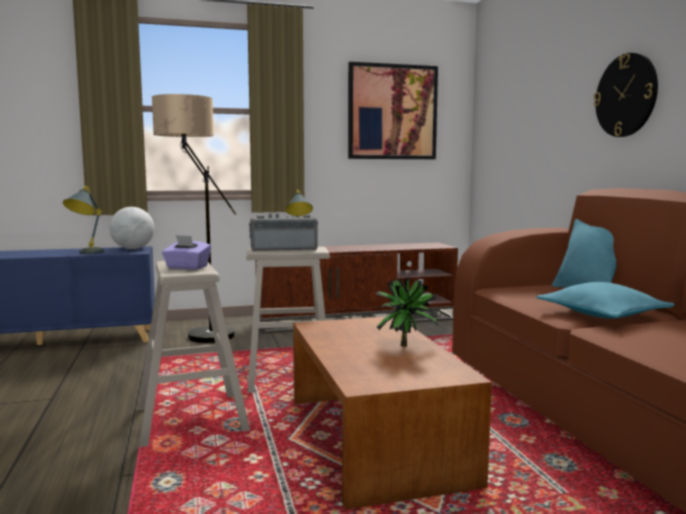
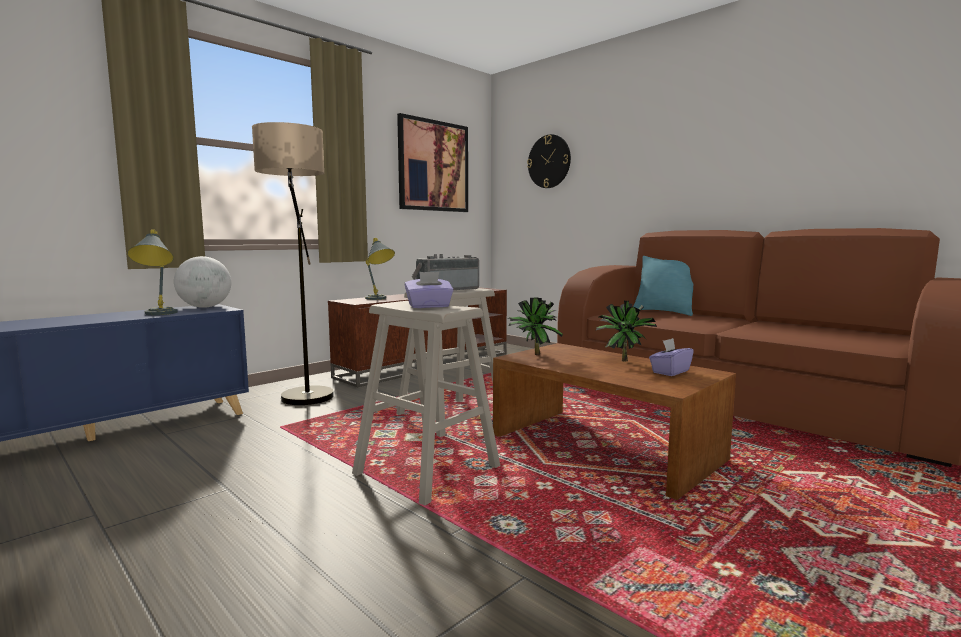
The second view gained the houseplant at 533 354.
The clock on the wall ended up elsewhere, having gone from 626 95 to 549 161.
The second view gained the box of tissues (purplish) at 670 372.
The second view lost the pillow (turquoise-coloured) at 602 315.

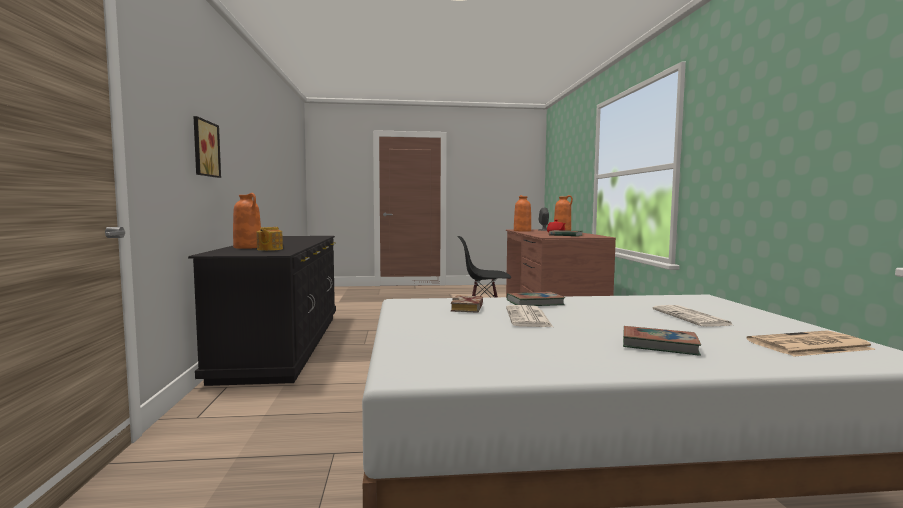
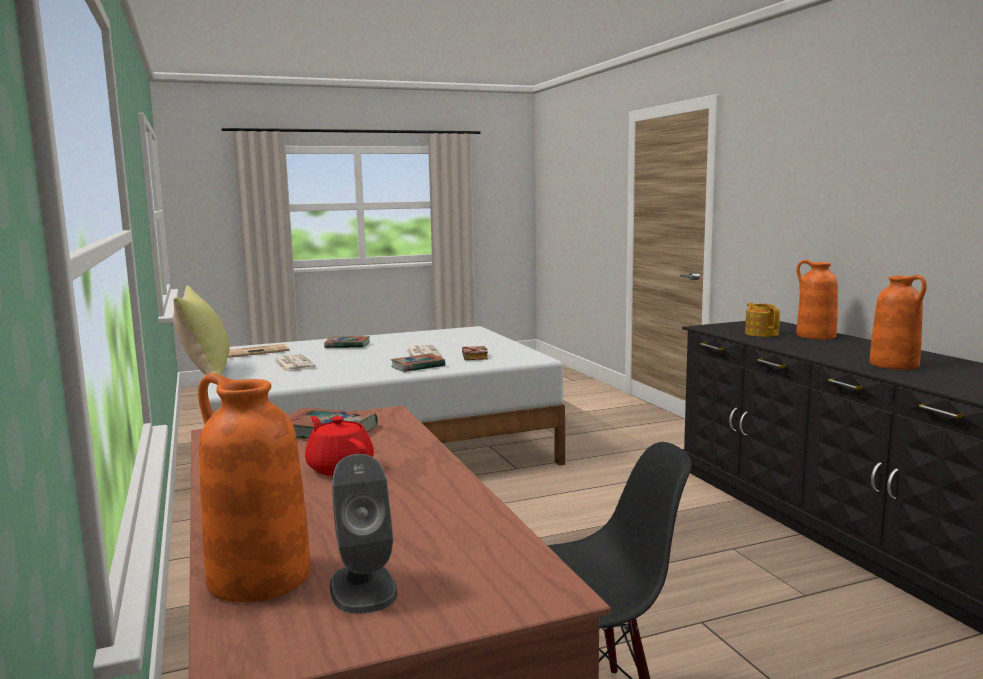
The second view gained the pillow (yellow) at 206 372.
The decorative vase (orangey) ended up elsewhere, having gone from 522 231 to 895 365.
The second view lost the picture at 203 148.

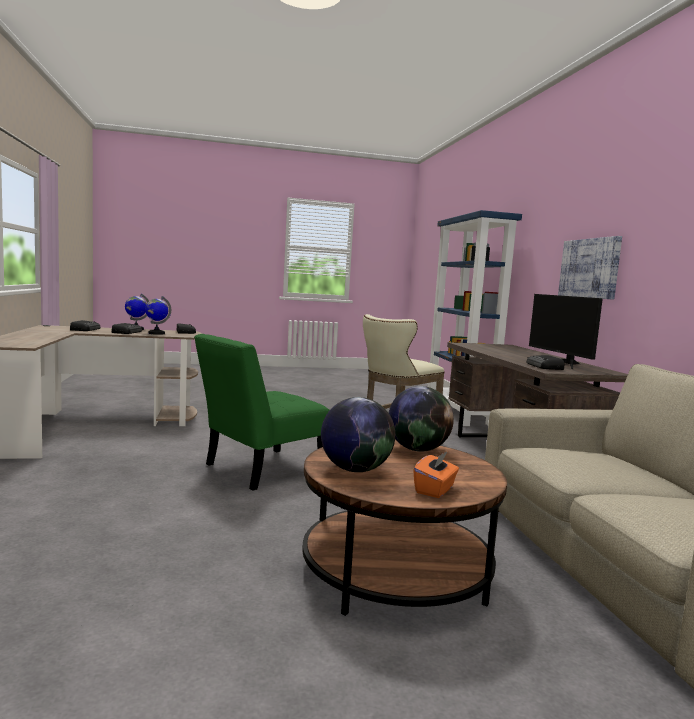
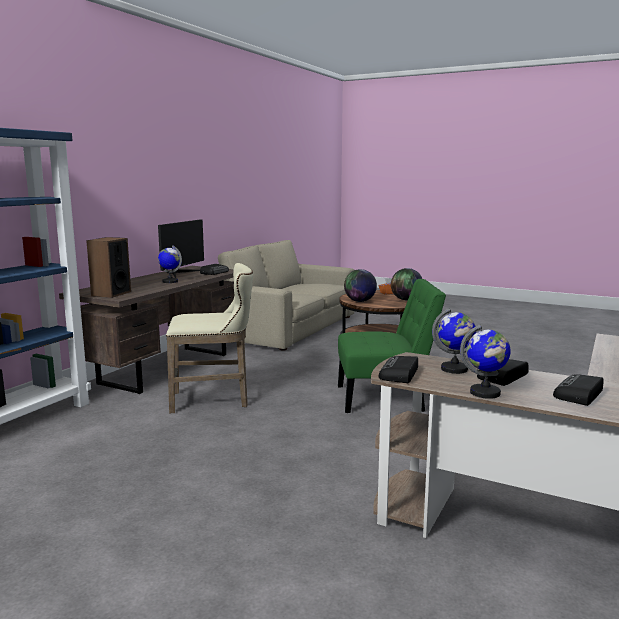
The second view gained the speaker at 111 293.
The second view gained the desk globe at 170 281.
The second view lost the picture at 589 268.

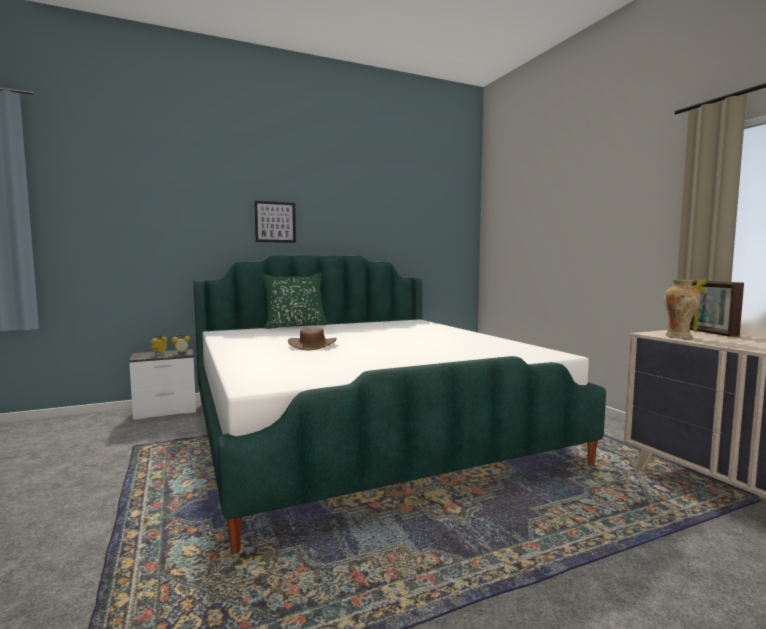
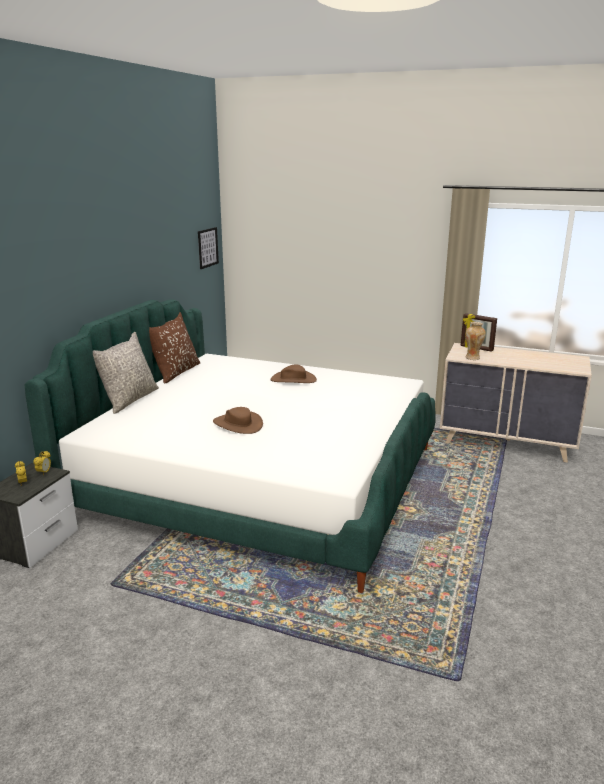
What was the pillow (greenish) at 295 326 turned into the pillow (gray) at 129 400.
The second view gained the pillow (brown) at 175 372.
The picture ended up elsewhere, having gone from 275 222 to 207 247.
The second view gained the wearable hat (brown) at 293 379.

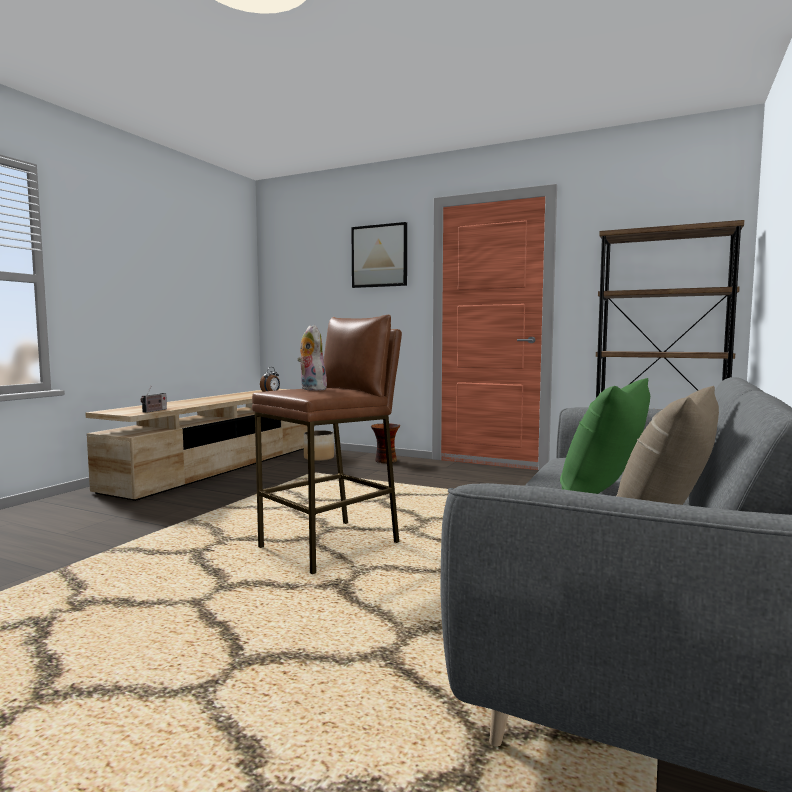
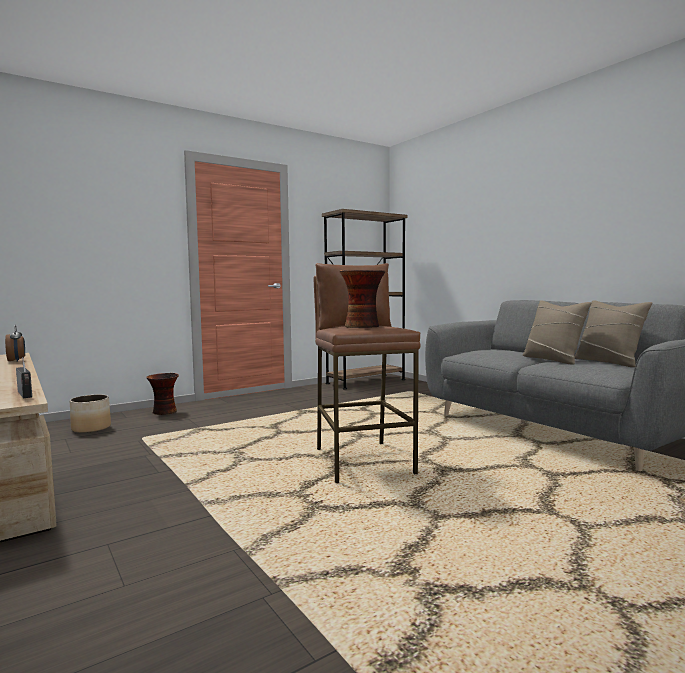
Where the plush toy stood at 311 389, the decorative vase came to stand at 363 326.
What was the pillow (greenish) at 602 494 turned into the pillow (beige-coloured) at 553 359.
The second view lost the picture at 379 256.

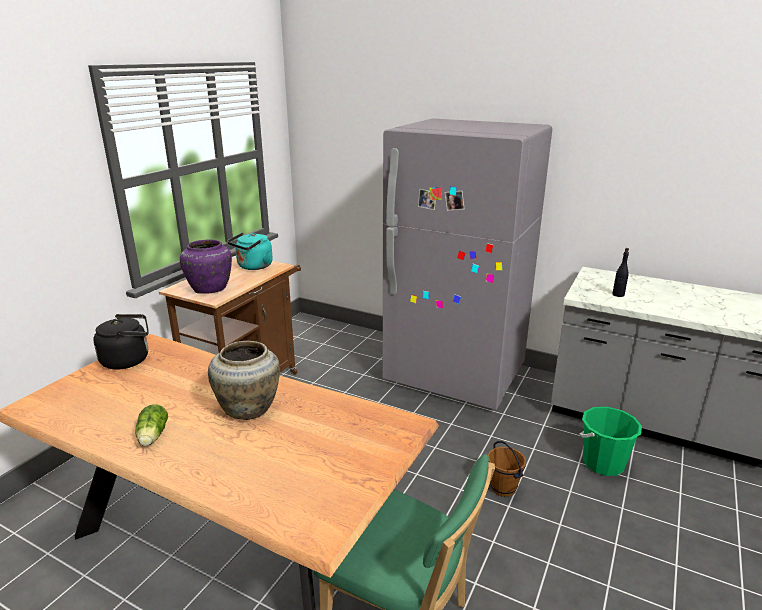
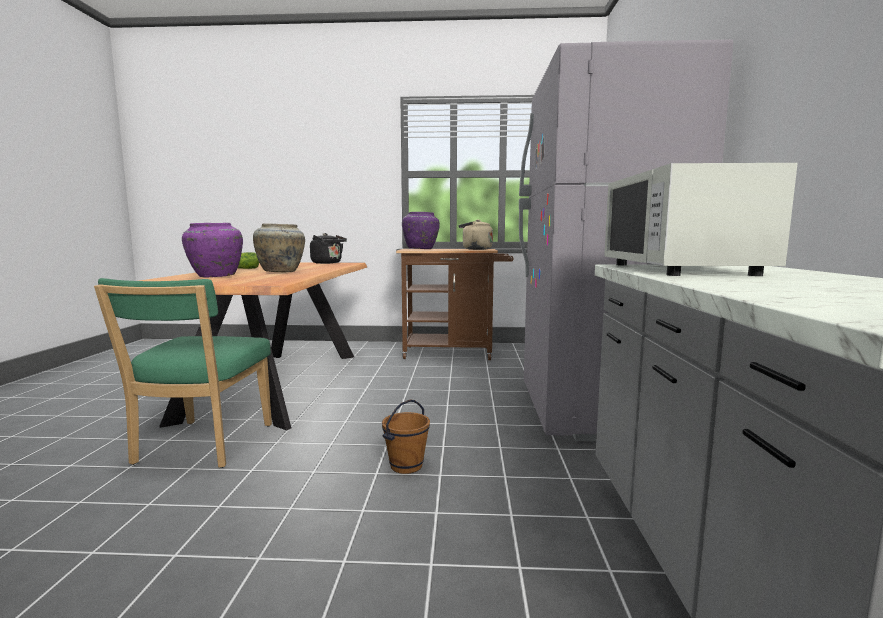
The second view gained the decorative vase (purplish) at 215 276.
What was the water kettle (turquoise-coloured) at 253 267 turned into the water kettle (beige-coloured) at 475 249.
Where the bottle (black-coloured) stood at 618 295, the kitchen microwave (white-coloured) came to stand at 680 269.
The second view lost the water bucket (greenish) at 603 463.

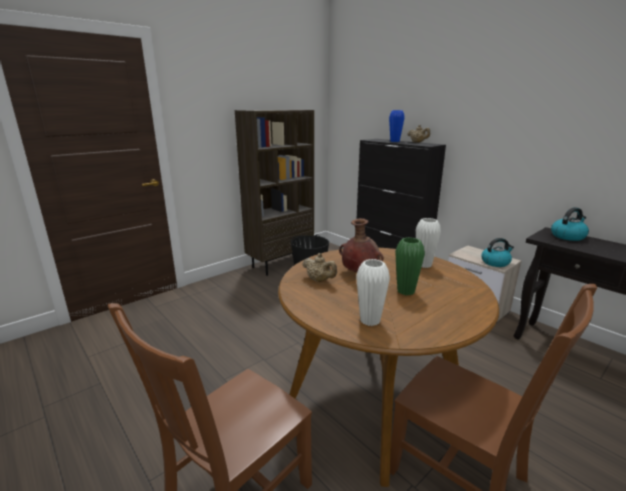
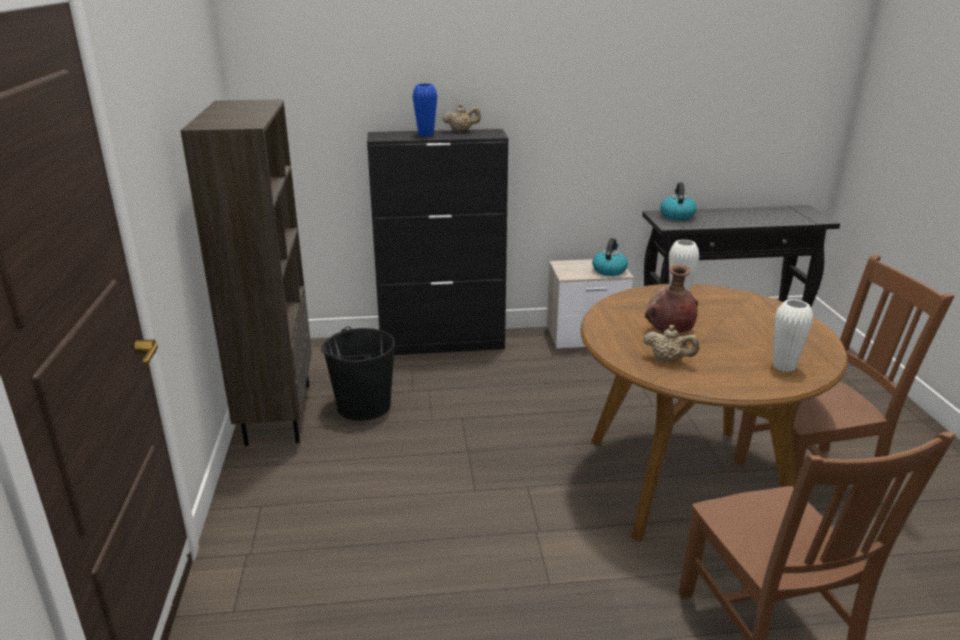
The tea pot (beige-coloured) at 319 280 ended up facing another way, 45 degrees clockwise from before.
The second view lost the decorative vase (greenish) at 406 291.

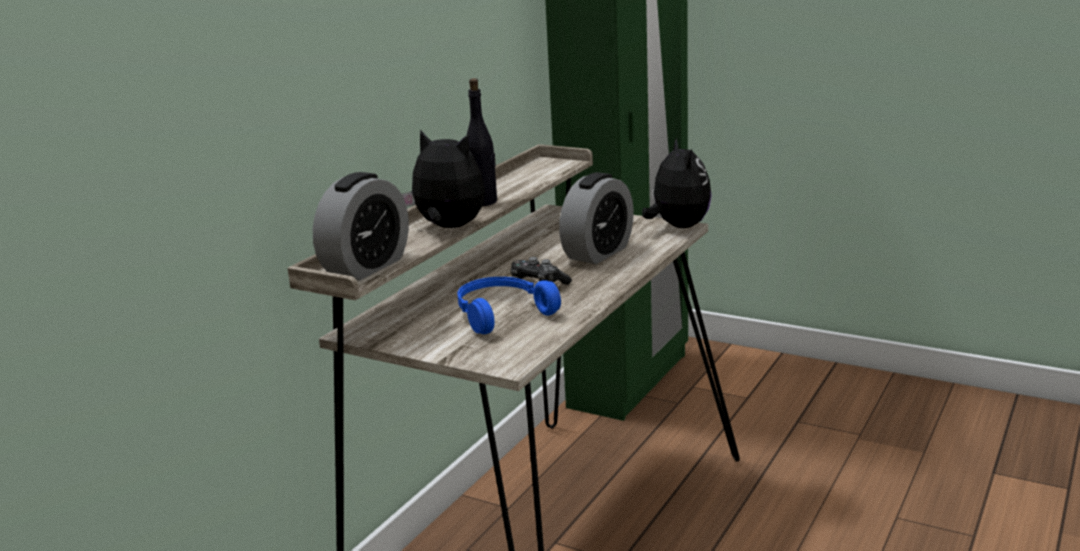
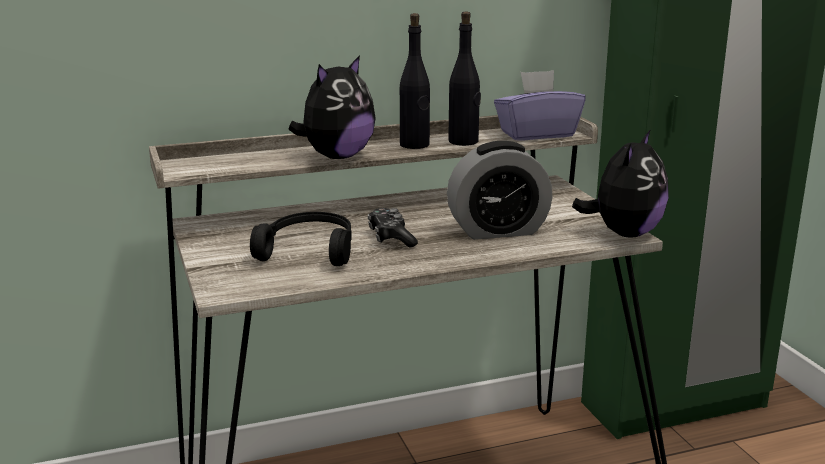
What was the headphones (blue-coloured) at 500 314 turned into the headphones (black-coloured) at 310 250.
The plush toy at 448 228 ended up facing another way, 60 degrees clockwise from before.
The second view gained the bottle (black-coloured) at 463 142.
The second view gained the box of tissues (purplish) at 537 134.
The second view lost the alarm clock at 366 267.

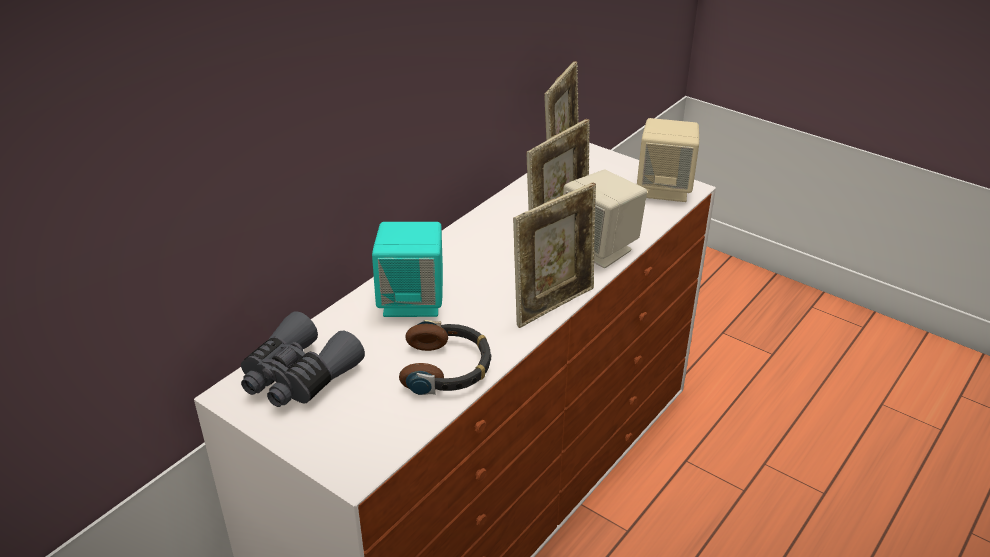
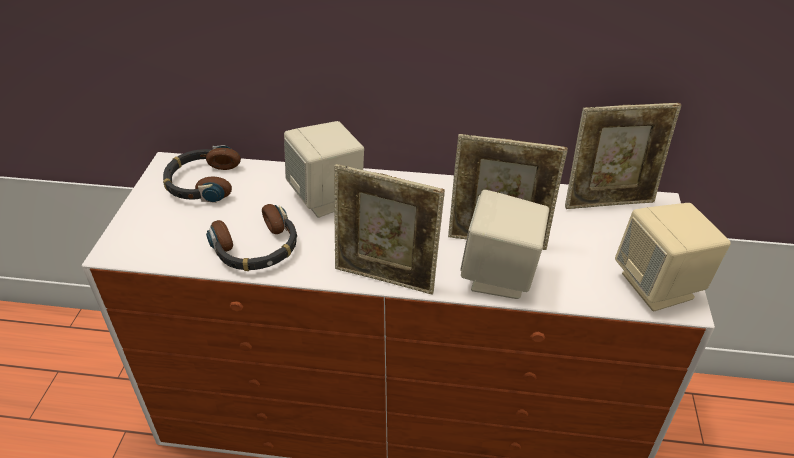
Where the pair of binoculars (gray) stood at 298 377, the headphones came to stand at 202 182.
What was the speaker (turquoise-coloured) at 412 301 turned into the speaker (beige-coloured) at 327 197.

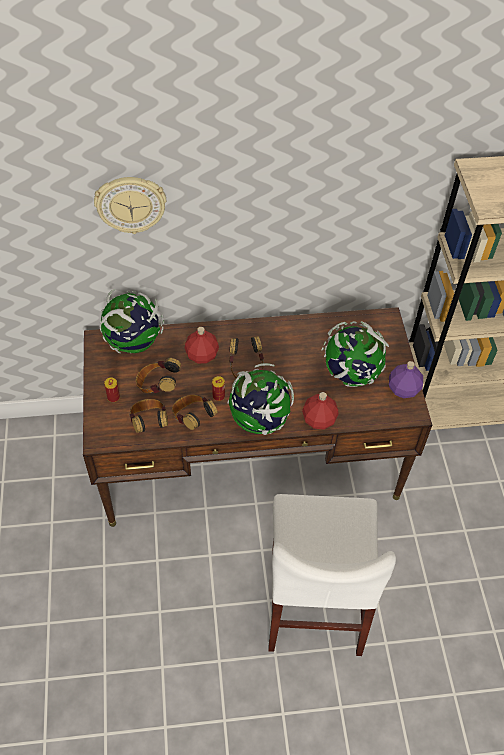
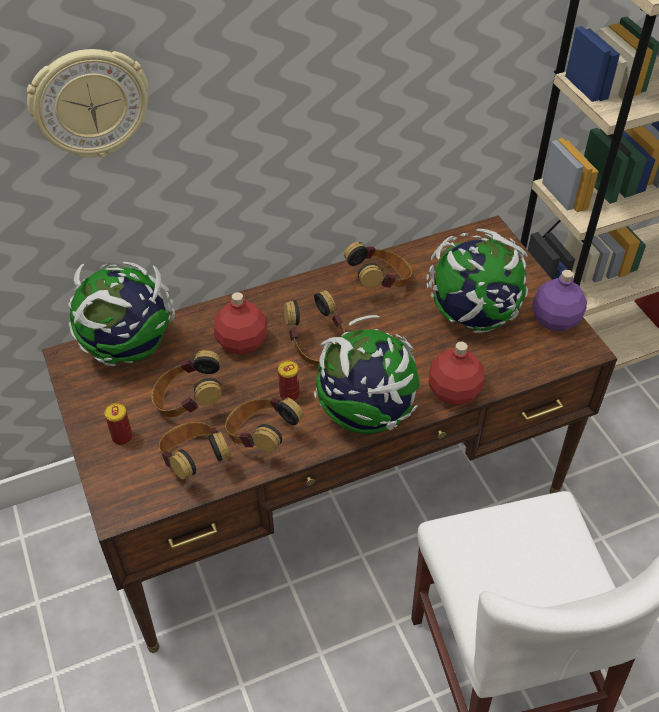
The second view gained the headphones at 380 283.

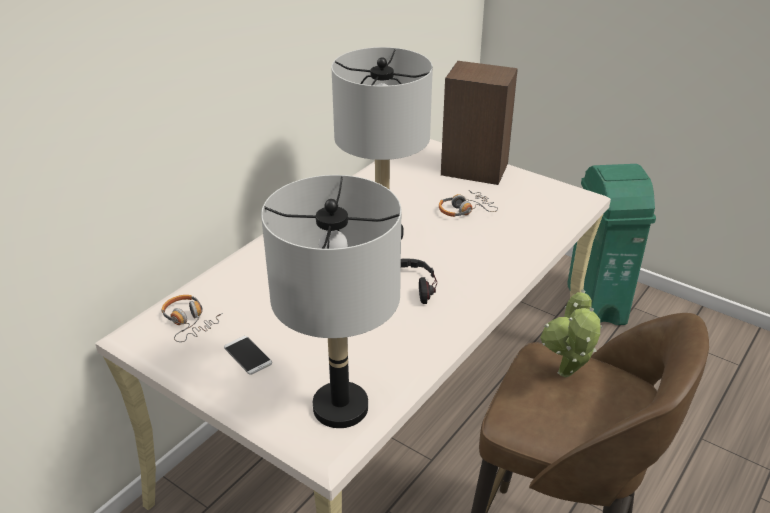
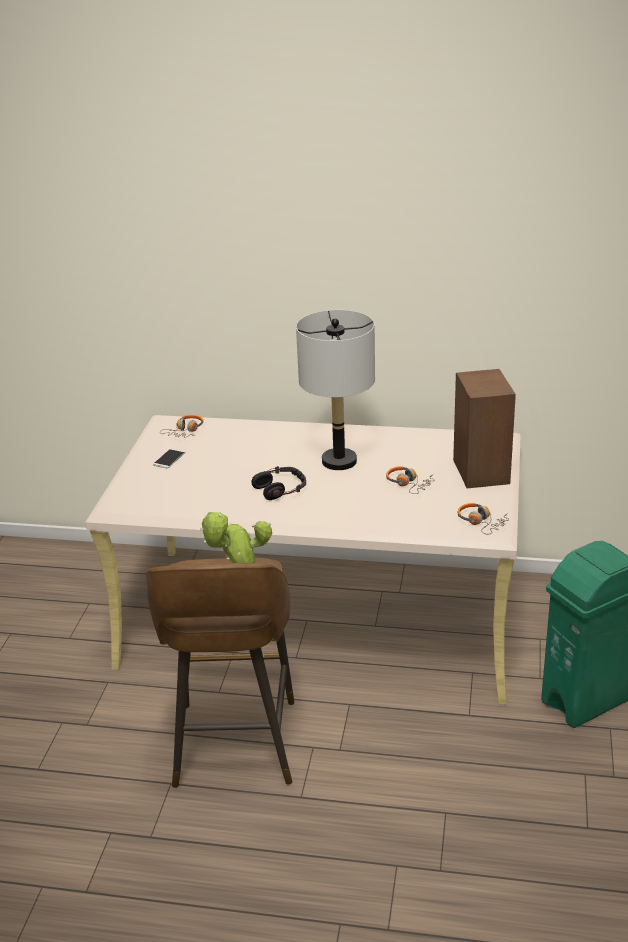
The second view gained the headphones at 481 523.
The second view lost the lamp for a table (gray) at 341 407.

